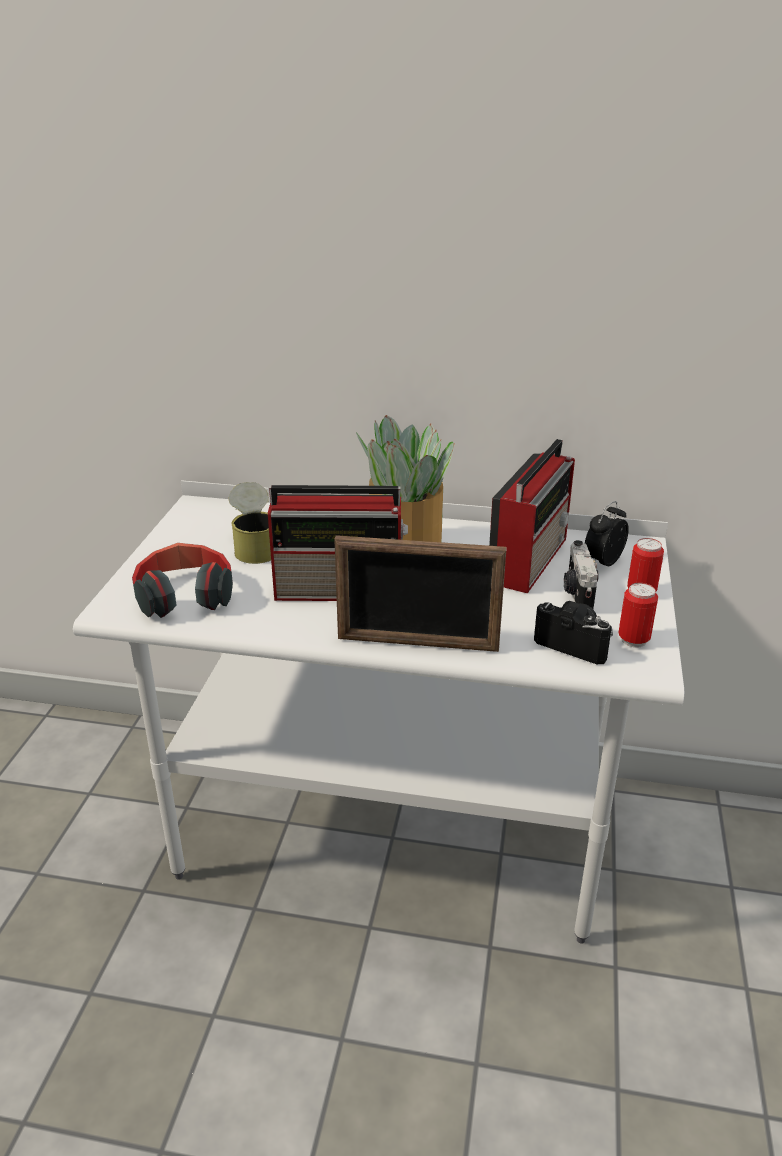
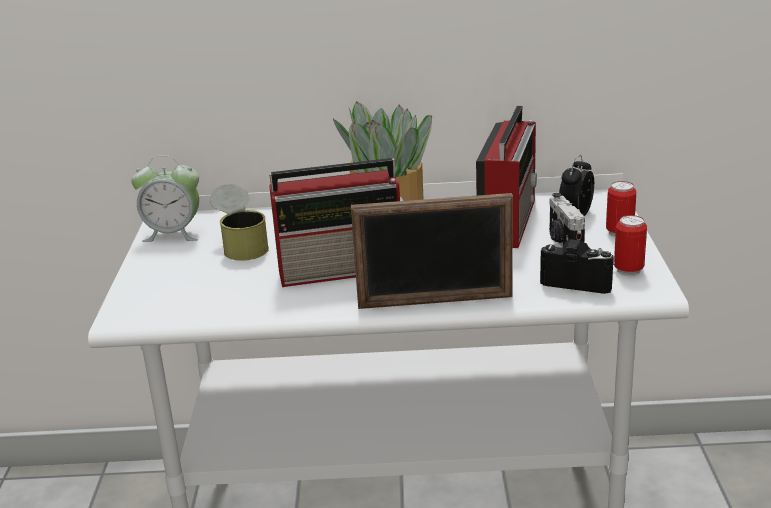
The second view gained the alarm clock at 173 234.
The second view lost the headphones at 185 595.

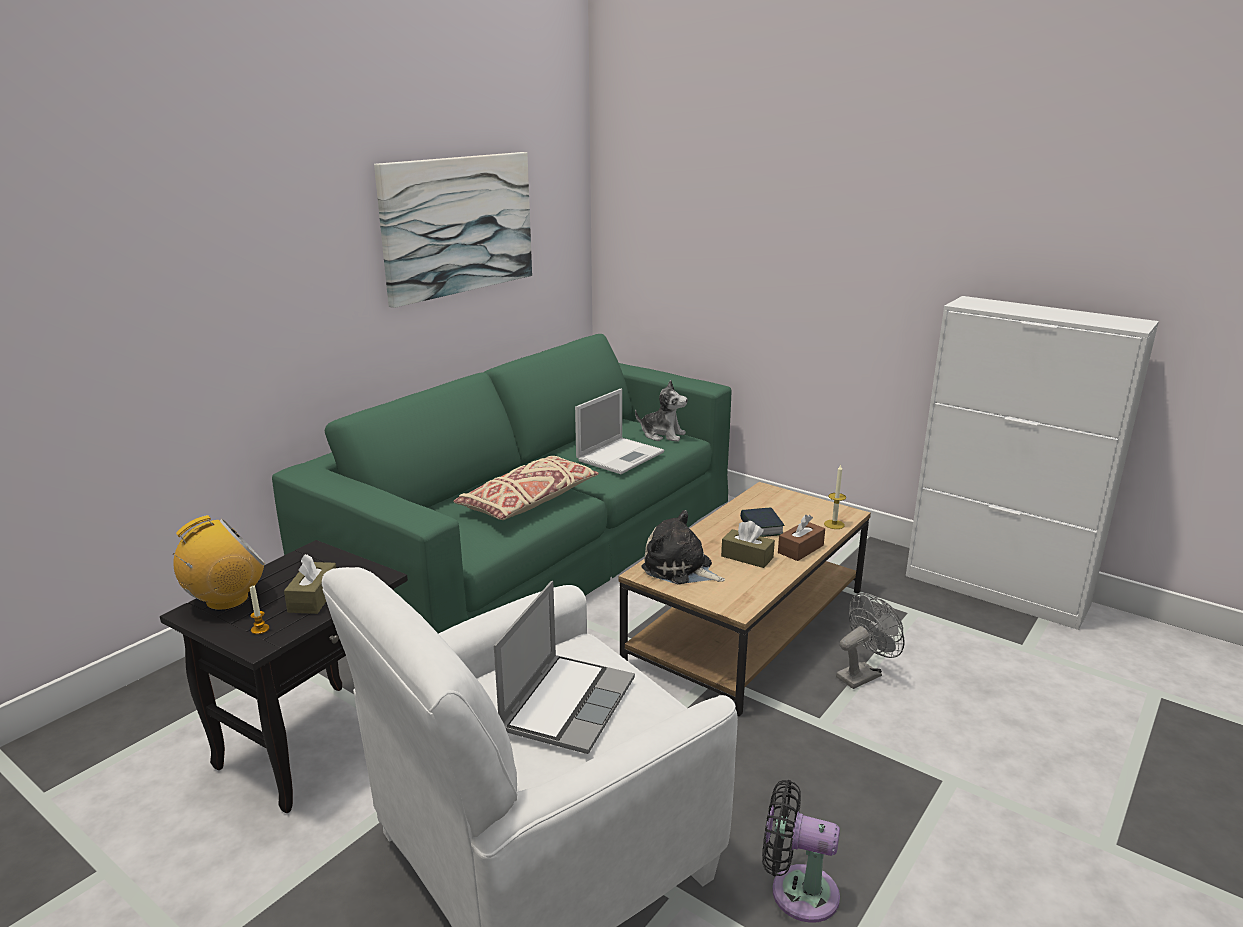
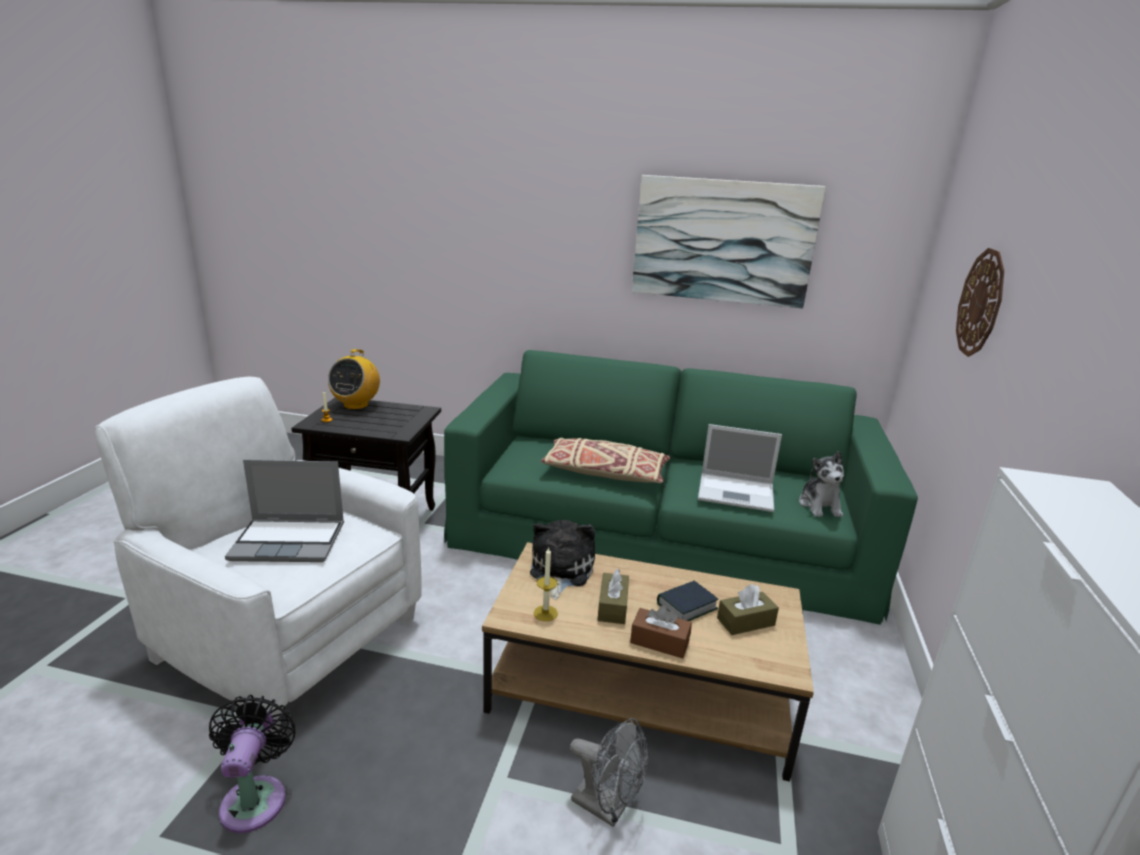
The radio receiver at 226 600 ended up facing another way, 75 degrees clockwise from before.
The wax light ended up elsewhere, having gone from 834 524 to 545 613.
The box of tissues (brown) ended up elsewhere, having gone from 313 598 to 745 622.
The second view gained the clock on the wall at 981 303.

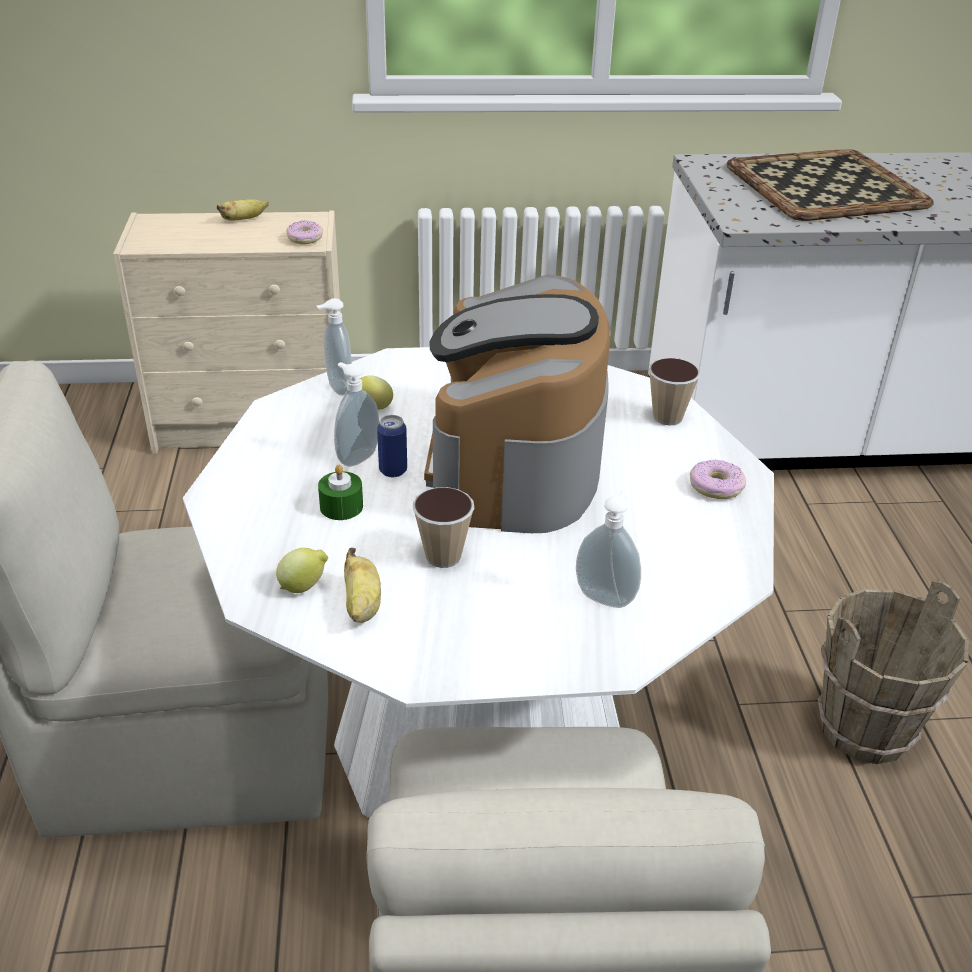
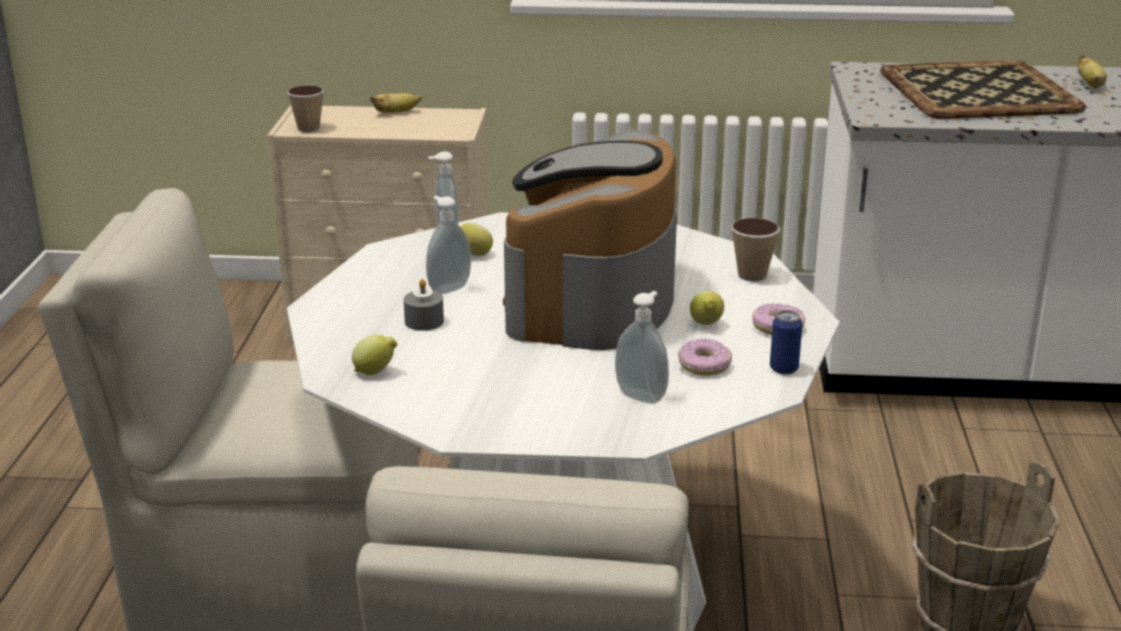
The drinking cup ended up elsewhere, having gone from 443 556 to 308 128.
What was the wax light (greenish) at 341 506 turned into the wax light (gray) at 424 321.
The donut ended up elsewhere, having gone from 305 238 to 704 365.
The second view gained the lemon at 706 325.
The sealed can ended up elsewhere, having gone from 393 470 to 784 369.
The banana ended up elsewhere, having gone from 362 605 to 1090 85.

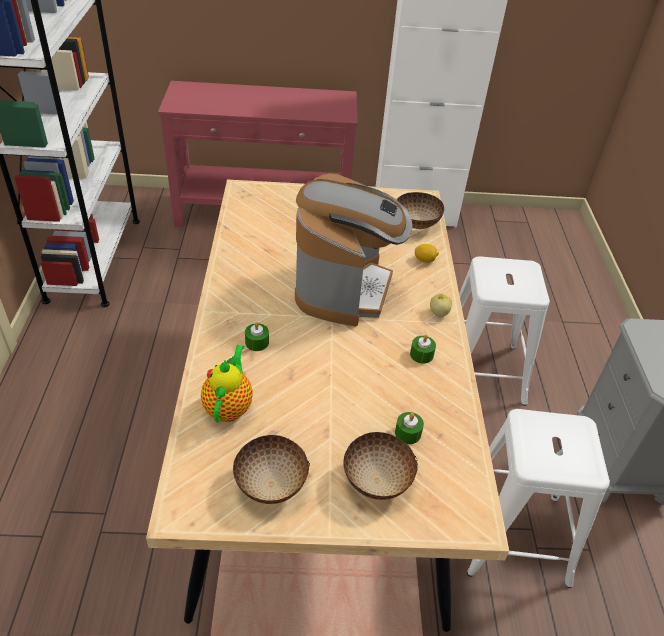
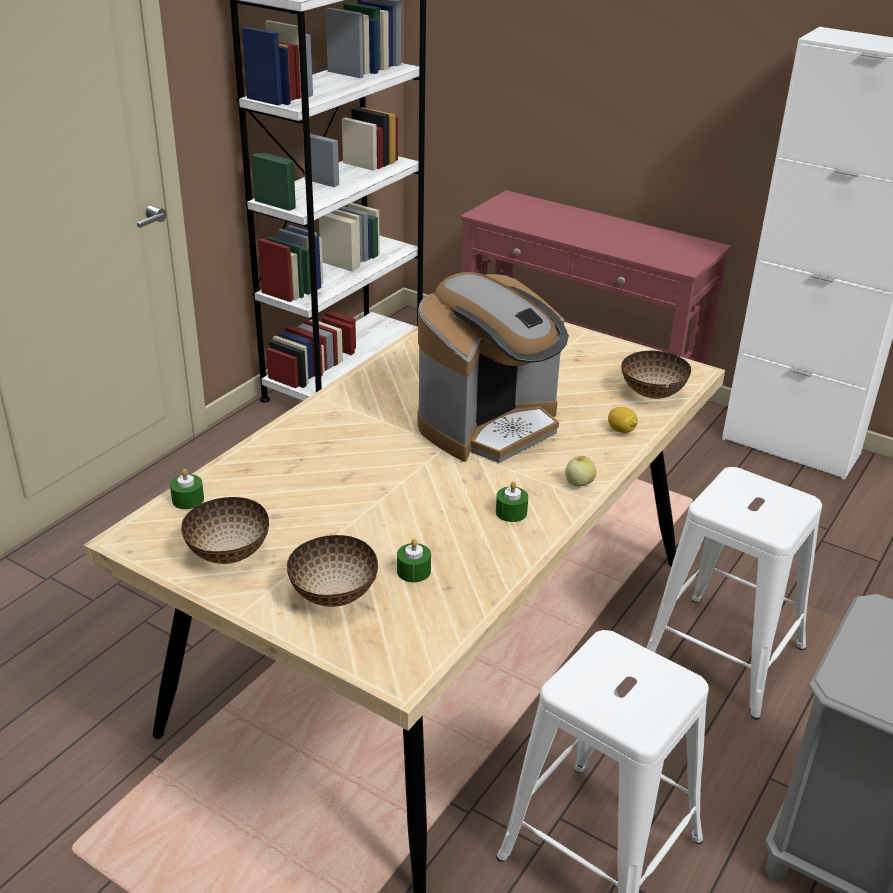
The wax light (greenish) ended up elsewhere, having gone from 257 342 to 188 500.
The second view lost the tea pot at 229 406.

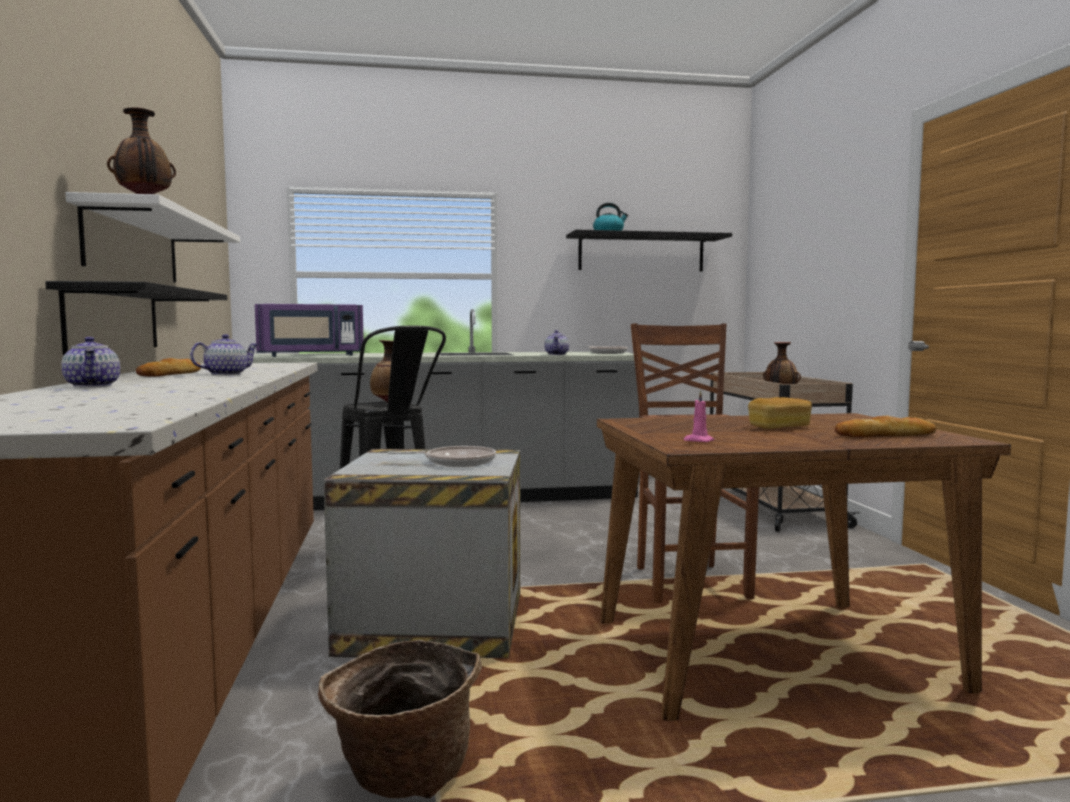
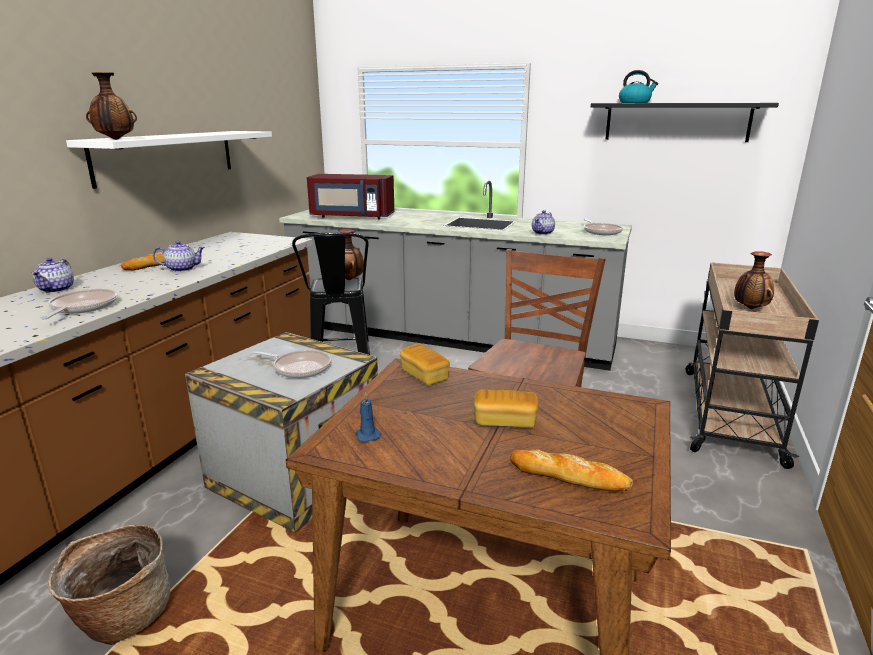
The second view gained the pan at 82 308.
What was the kitchen microwave (purplish) at 310 355 turned into the kitchen microwave (reddish) at 351 217.
What was the wax light (pink-coloured) at 698 441 turned into the wax light (blue-coloured) at 367 435.
The second view gained the bread at 424 376.
The second view lost the wall shelf (black-coloured) at 114 319.

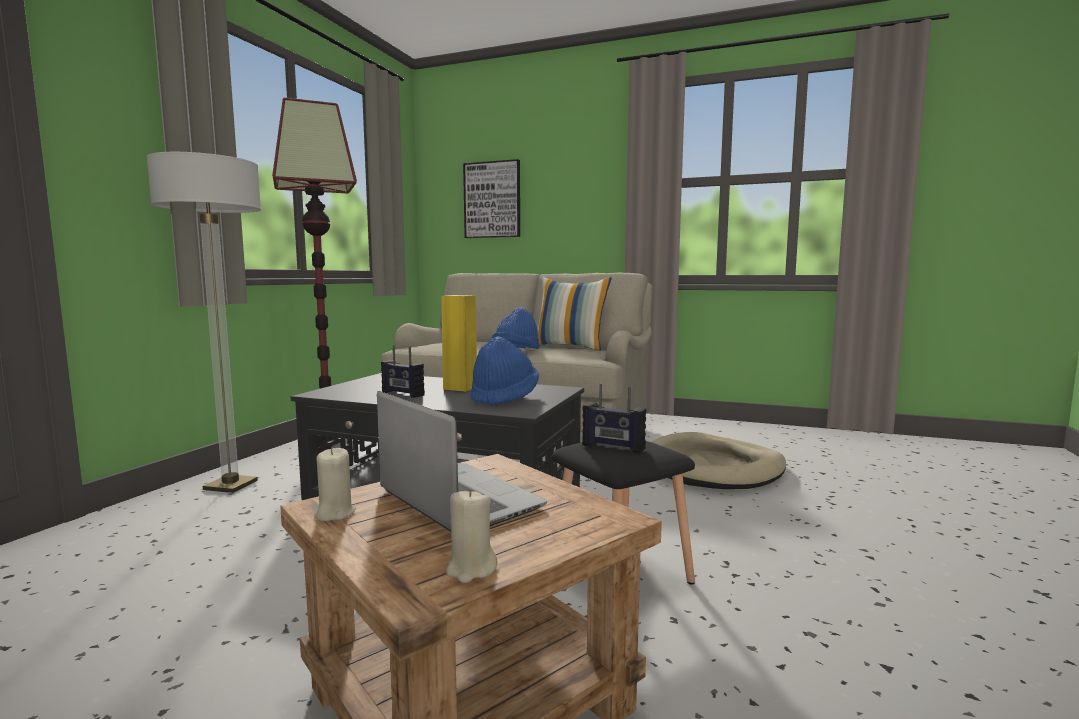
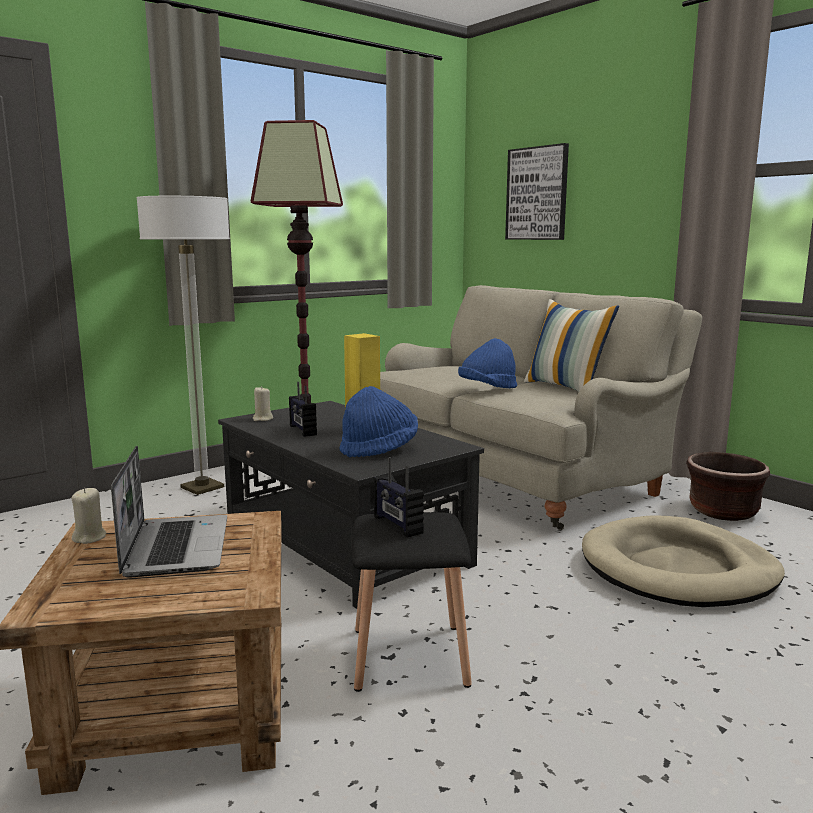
The wax light (beige-coloured) ended up elsewhere, having gone from 471 569 to 262 419.
The second view gained the flower pot (brown) at 722 511.

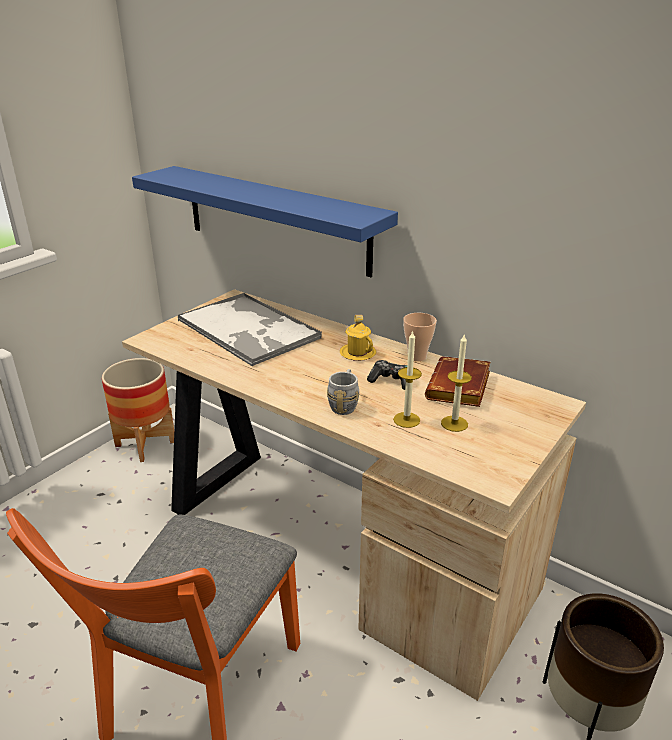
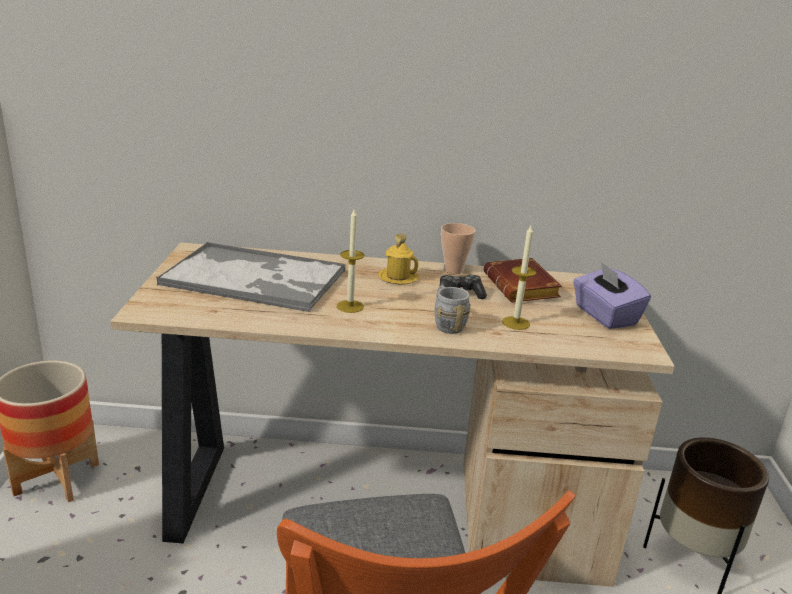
The wax light ended up elsewhere, having gone from 454 423 to 350 306.
The second view gained the box of tissues (purplish) at 604 316.
The second view lost the wall shelf (blue-coloured) at 275 219.

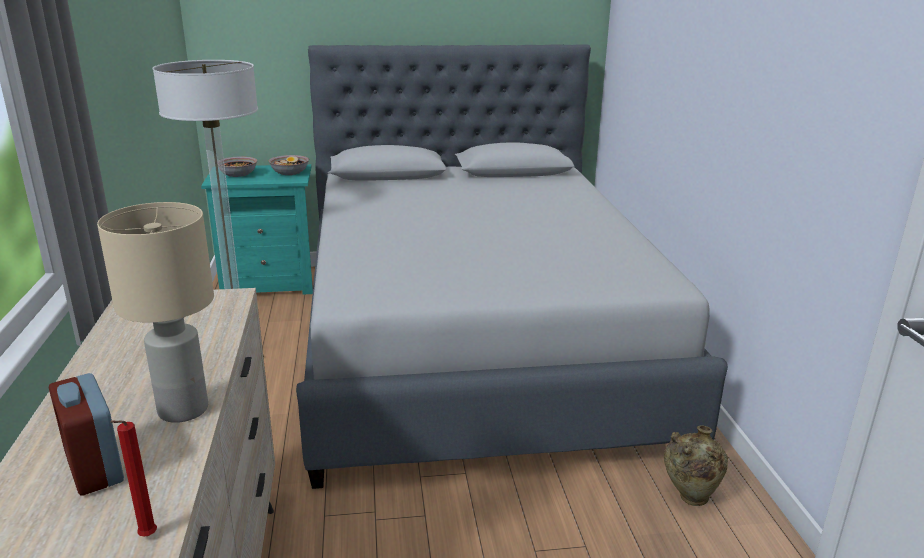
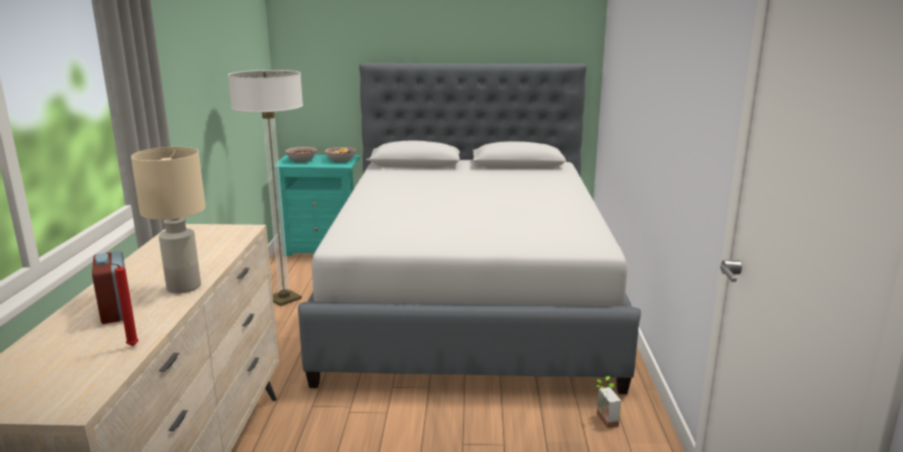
Where the decorative vase (beige-coloured) stood at 689 498, the houseplant came to stand at 602 420.

